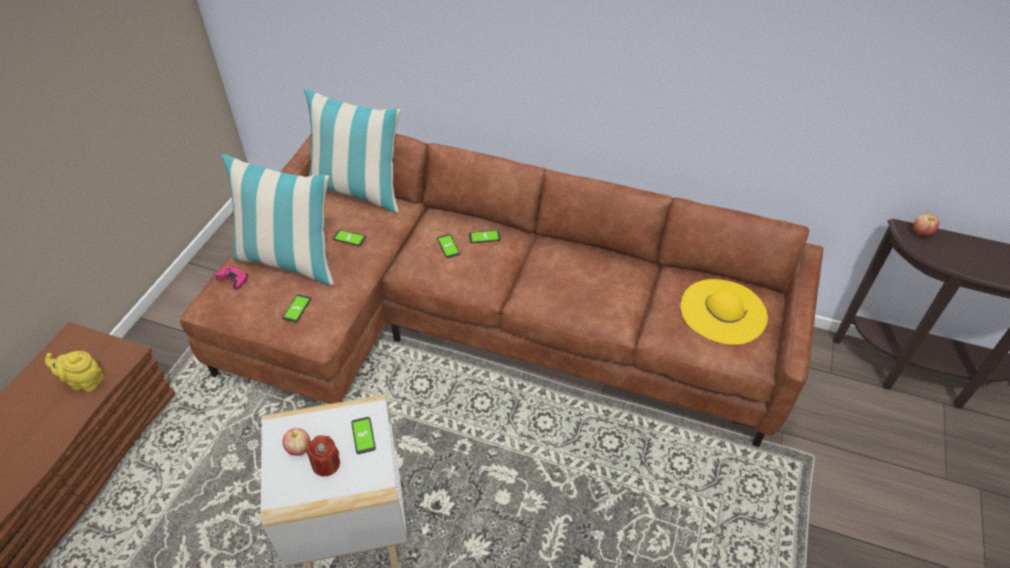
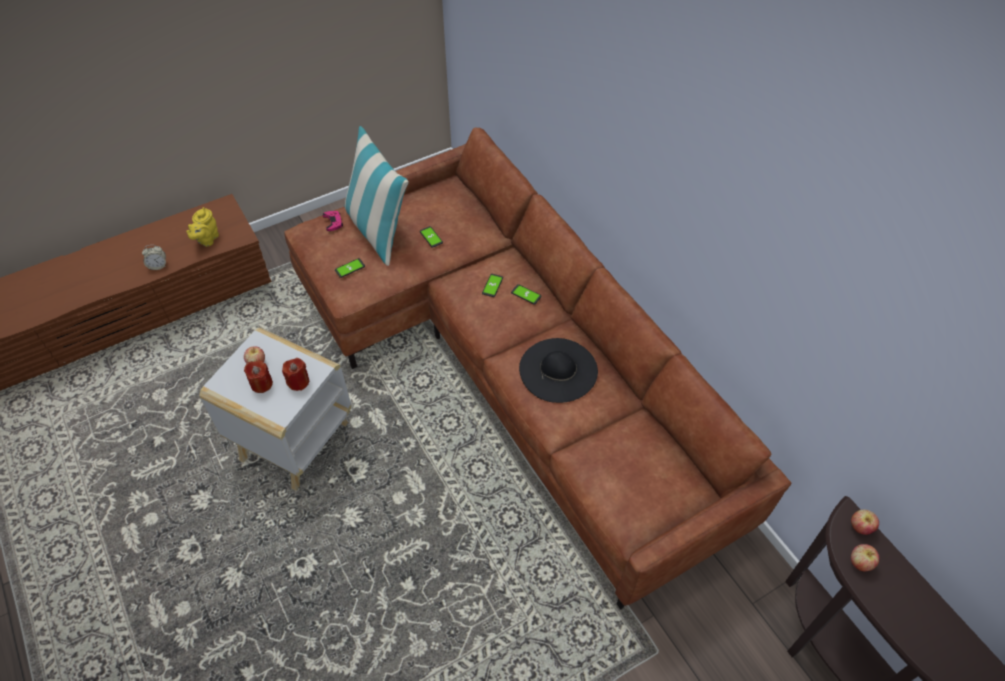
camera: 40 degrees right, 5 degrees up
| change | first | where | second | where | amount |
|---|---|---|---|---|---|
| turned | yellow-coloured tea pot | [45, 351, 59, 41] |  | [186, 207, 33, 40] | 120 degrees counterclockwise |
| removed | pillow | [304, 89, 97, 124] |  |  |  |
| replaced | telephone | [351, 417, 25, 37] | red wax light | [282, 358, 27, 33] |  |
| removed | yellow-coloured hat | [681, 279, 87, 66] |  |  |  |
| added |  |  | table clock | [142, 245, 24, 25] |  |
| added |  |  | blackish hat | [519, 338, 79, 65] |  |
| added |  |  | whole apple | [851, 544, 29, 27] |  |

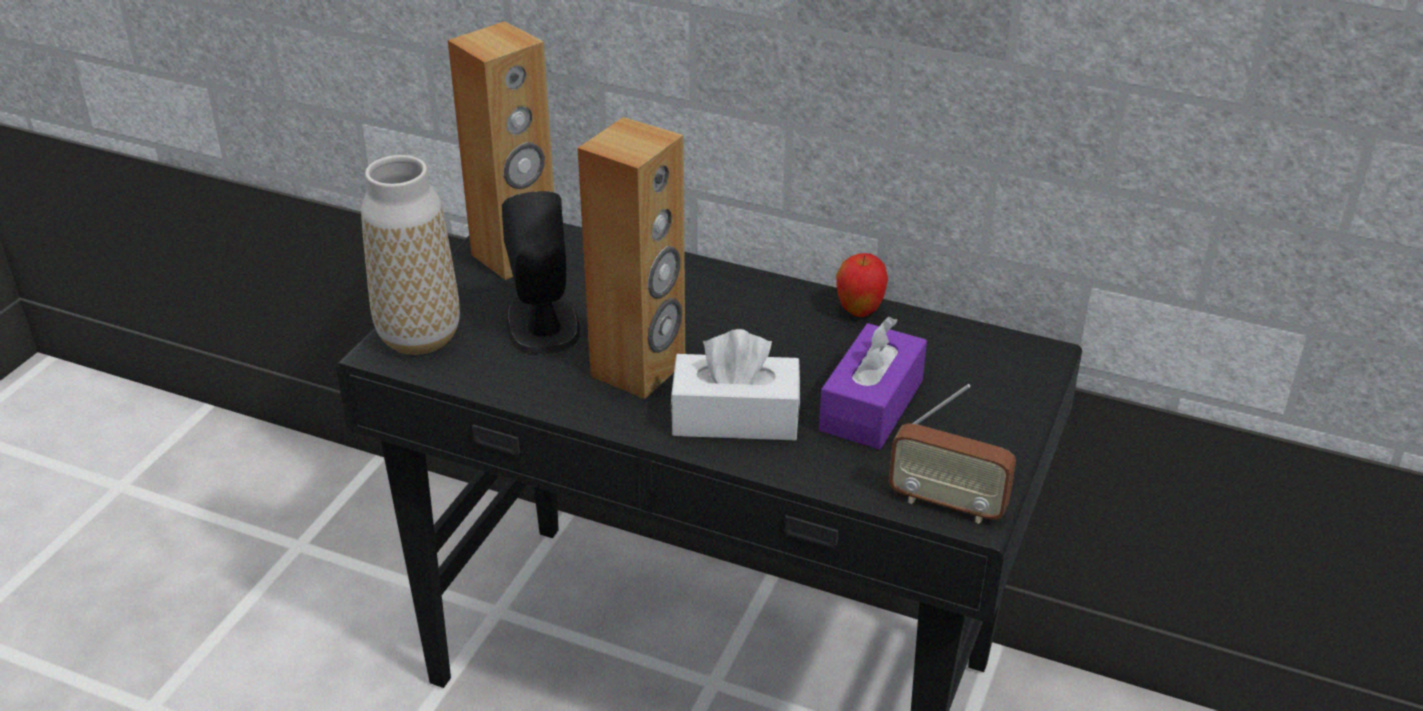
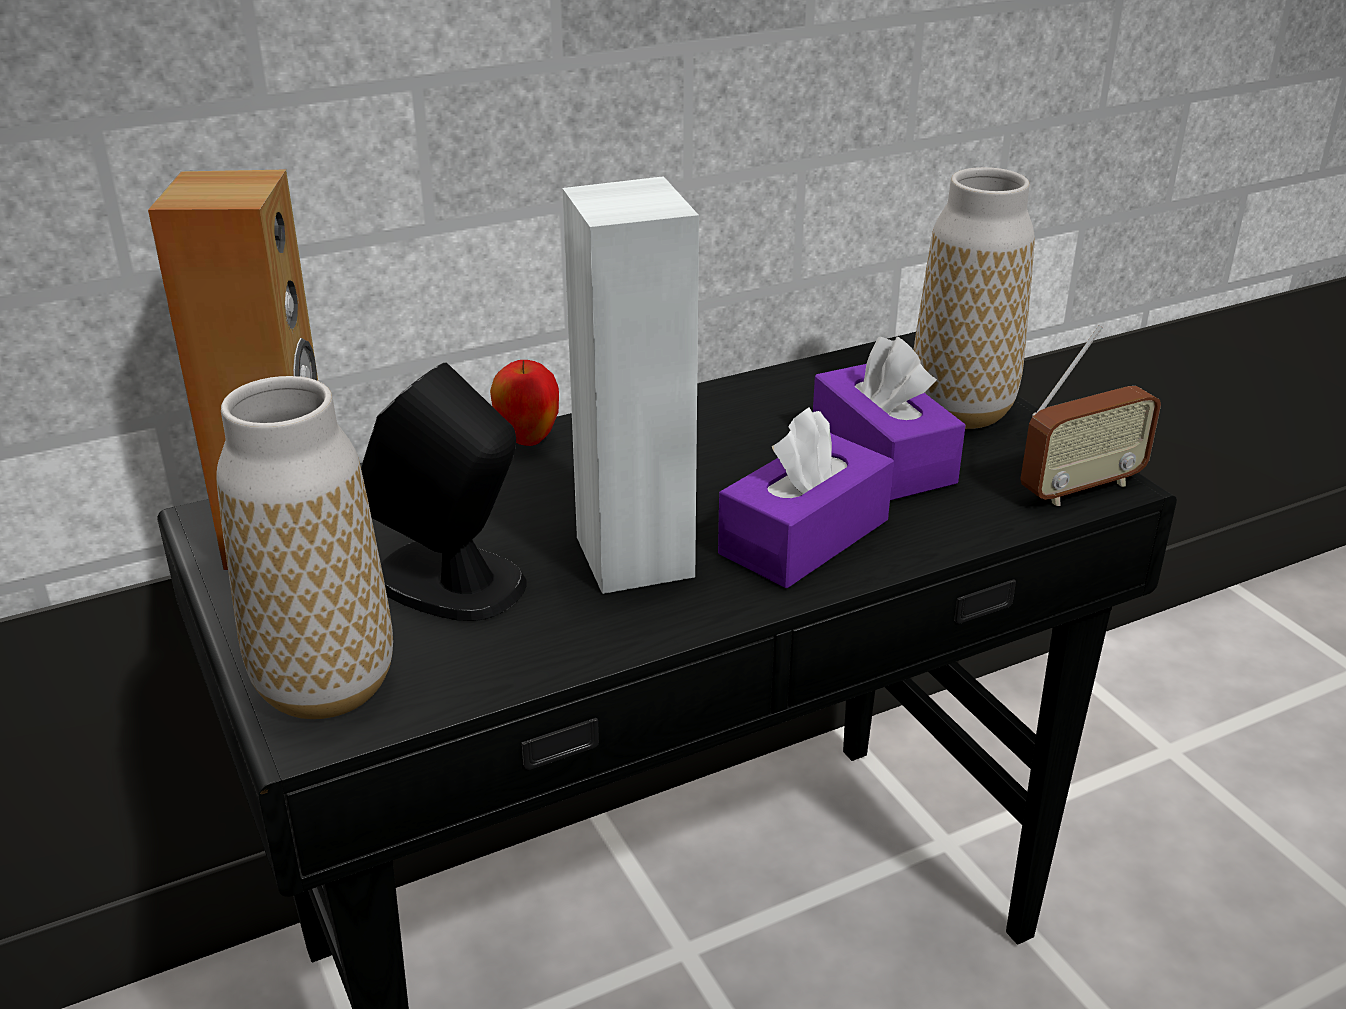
camera: 50 degrees left, 5 degrees down
| change | first | where | second | where | amount |
|---|---|---|---|---|---|
| recoloured | brownish speaker | [578, 117, 107, 282] | whitish speaker | [562, 176, 137, 418] |  |
| recoloured | whitish tissue holder | [670, 329, 130, 111] | purple tissue holder | [718, 407, 176, 181] |  |
| moved | whole apple | [836, 253, 52, 64] |  | [490, 360, 69, 86] |  |
| added |  |  | vase | [913, 167, 122, 262] |  |

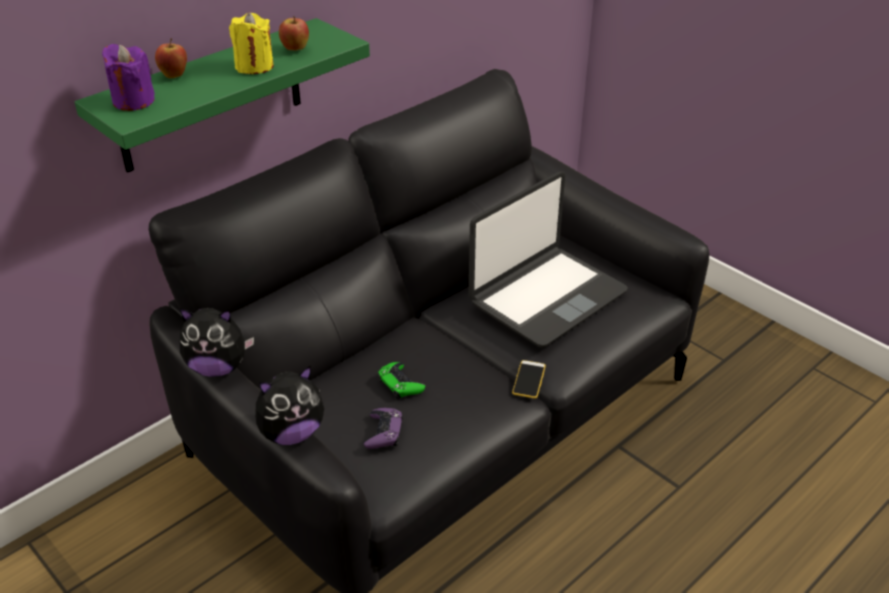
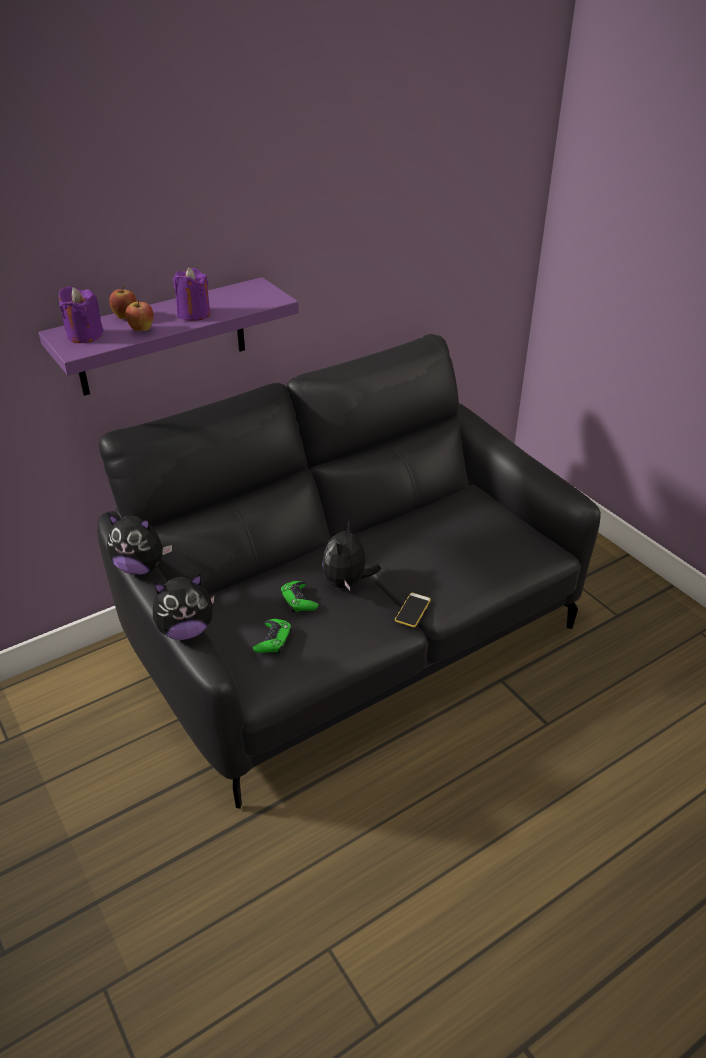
camera: 10 degrees right, 0 degrees up
| change | first | where | second | where | amount |
|---|---|---|---|---|---|
| recoloured | green-coloured wall shelf | [75, 18, 295, 155] | purple wall shelf | [38, 277, 261, 119] |  |
| recoloured | yellow-coloured wax light | [229, 12, 45, 62] | purple wax light | [173, 267, 37, 54] |  |
| moved | whole apple | [279, 16, 30, 35] |  | [125, 300, 29, 31] |  |
| recoloured | purple gamepad | [364, 408, 39, 41] | green-coloured gamepad | [252, 619, 40, 34] |  |
| removed | laptop | [468, 172, 160, 176] |  |  |  |
| added |  |  | cuddly toy | [322, 520, 59, 71] |  |

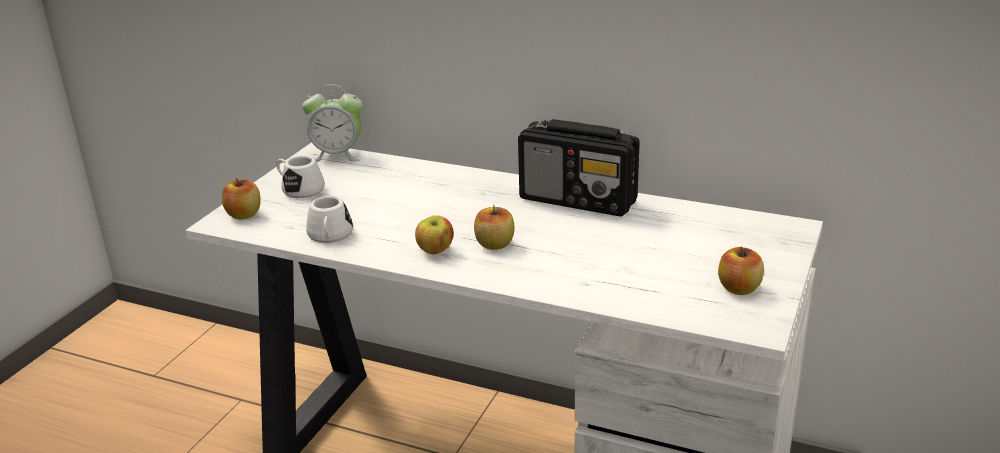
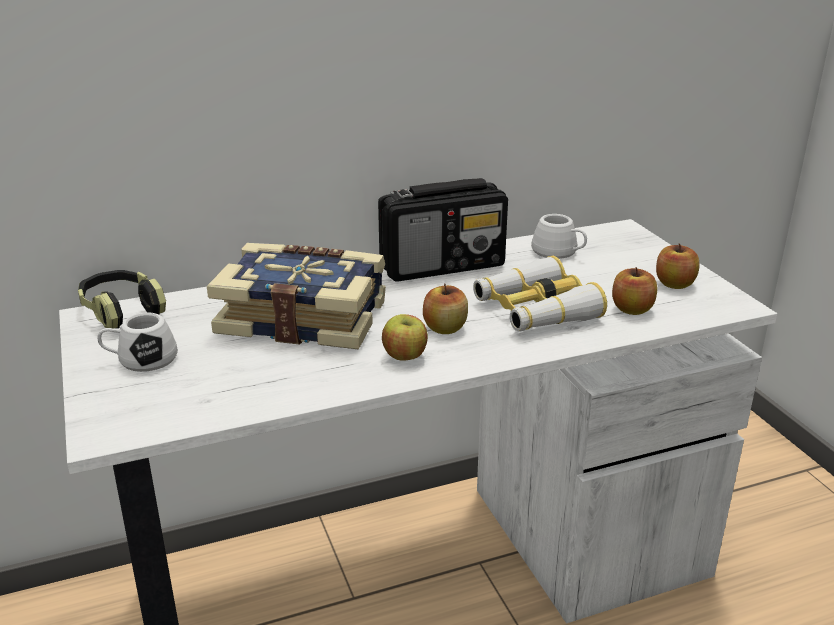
camera: 45 degrees left, 0 degrees up
| change | first | where | second | where | amount |
|---|---|---|---|---|---|
| moved | whole apple | [222, 178, 39, 41] |  | [612, 267, 45, 48] |  |
| replaced | table clock | [302, 84, 61, 77] | headset | [78, 270, 88, 58] |  |
| moved | whitish coffee mug | [306, 196, 47, 47] |  | [531, 214, 56, 45] |  |
| added |  |  | volume | [207, 243, 179, 106] |  |
| added |  |  | field glasses | [473, 256, 134, 75] |  |

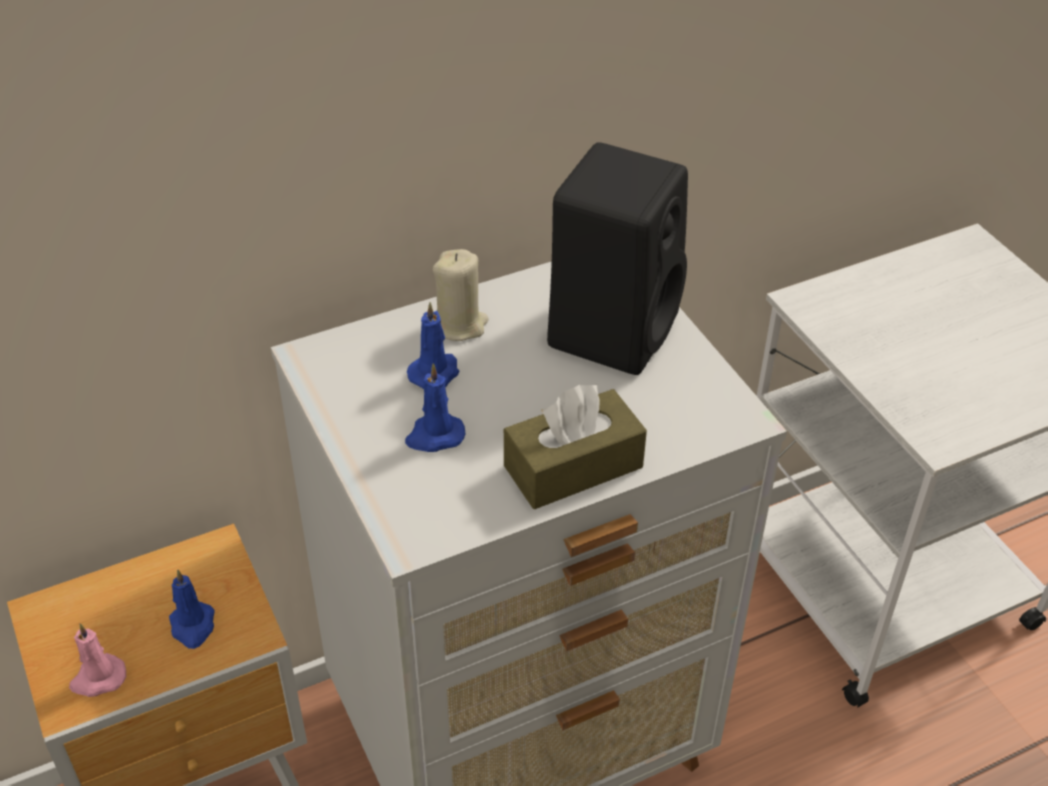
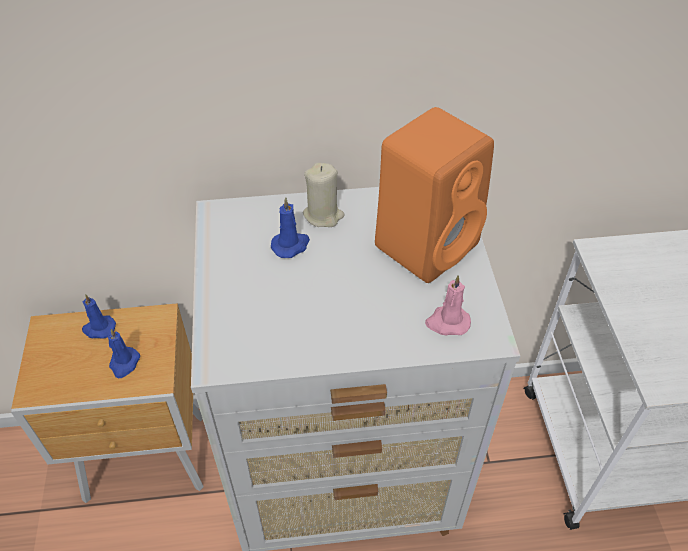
camera: 20 degrees right, 5 degrees up
| change | first | where | second | where | amount |
|---|---|---|---|---|---|
| moved | pink wax light | [69, 623, 57, 74] |  | [425, 275, 46, 60] |  |
| moved | bluish wax light | [405, 363, 60, 89] |  | [82, 294, 34, 45] |  |
| removed | brownish tissue holder | [504, 384, 143, 125] |  |  |  |
| recoloured | blackish speaker | [547, 143, 141, 232] | orange-coloured speaker | [375, 107, 119, 176] |  |

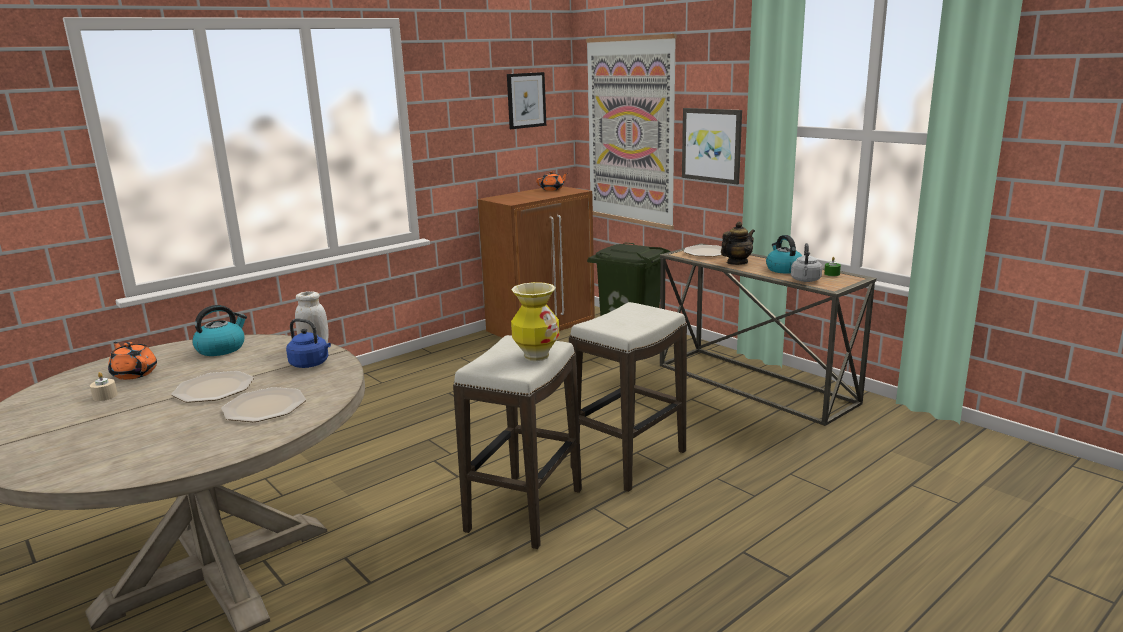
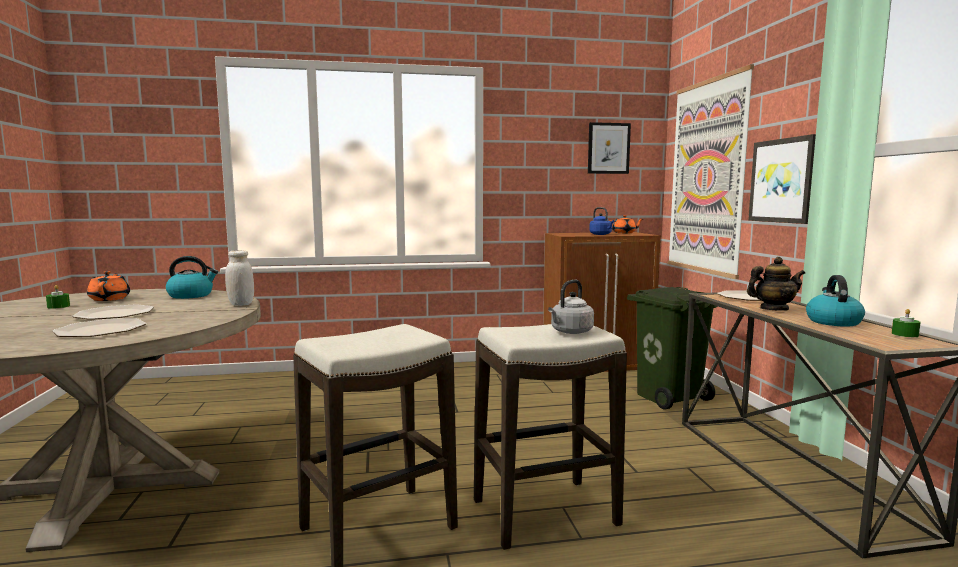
camera: 30 degrees right, 10 degrees down
| change | first | where | second | where | amount |
|---|---|---|---|---|---|
| recoloured | beige wax light | [90, 372, 28, 29] | green-coloured wax light | [46, 285, 24, 24] |  |
| moved | bluish tea kettle | [286, 319, 45, 49] |  | [589, 207, 25, 28] |  |
| removed | vase | [511, 282, 48, 79] |  |  |  |
| moved | grey tea kettle | [791, 243, 31, 39] |  | [548, 280, 46, 54] |  |

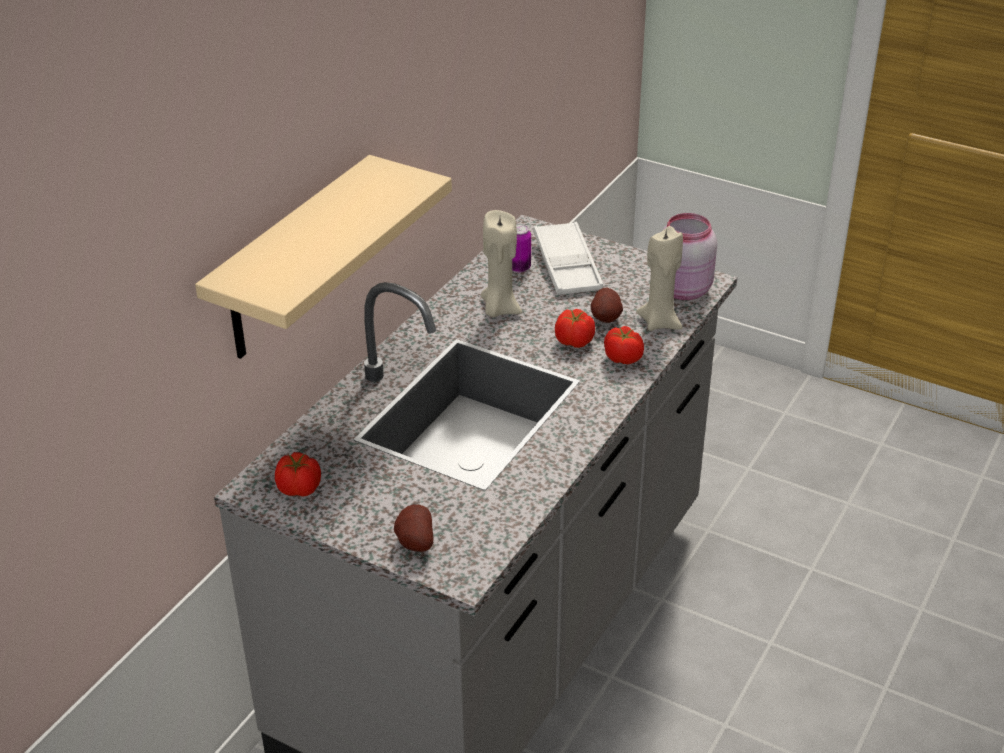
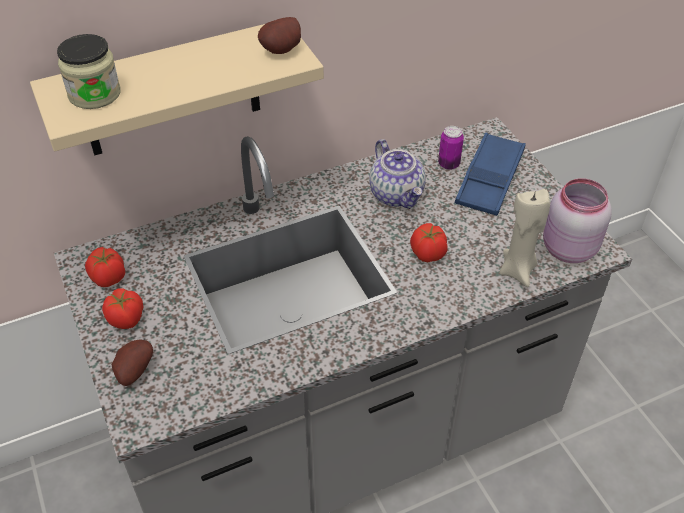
camera: 35 degrees right, 10 degrees up
| change | first | where | second | where | amount |
|---|---|---|---|---|---|
| replaced | beige wax light | [481, 210, 41, 107] | tea pot | [369, 139, 57, 70] |  |
| recoloured | whitish carrying tray | [534, 222, 69, 73] | bluish carrying tray | [455, 133, 71, 83] |  |
| moved | potato | [591, 288, 32, 35] |  | [258, 17, 43, 37] |  |
| moved | fresh tomato | [604, 326, 40, 38] |  | [102, 288, 41, 41] |  |
| added |  |  | preserve jar | [57, 34, 64, 75] |  |

